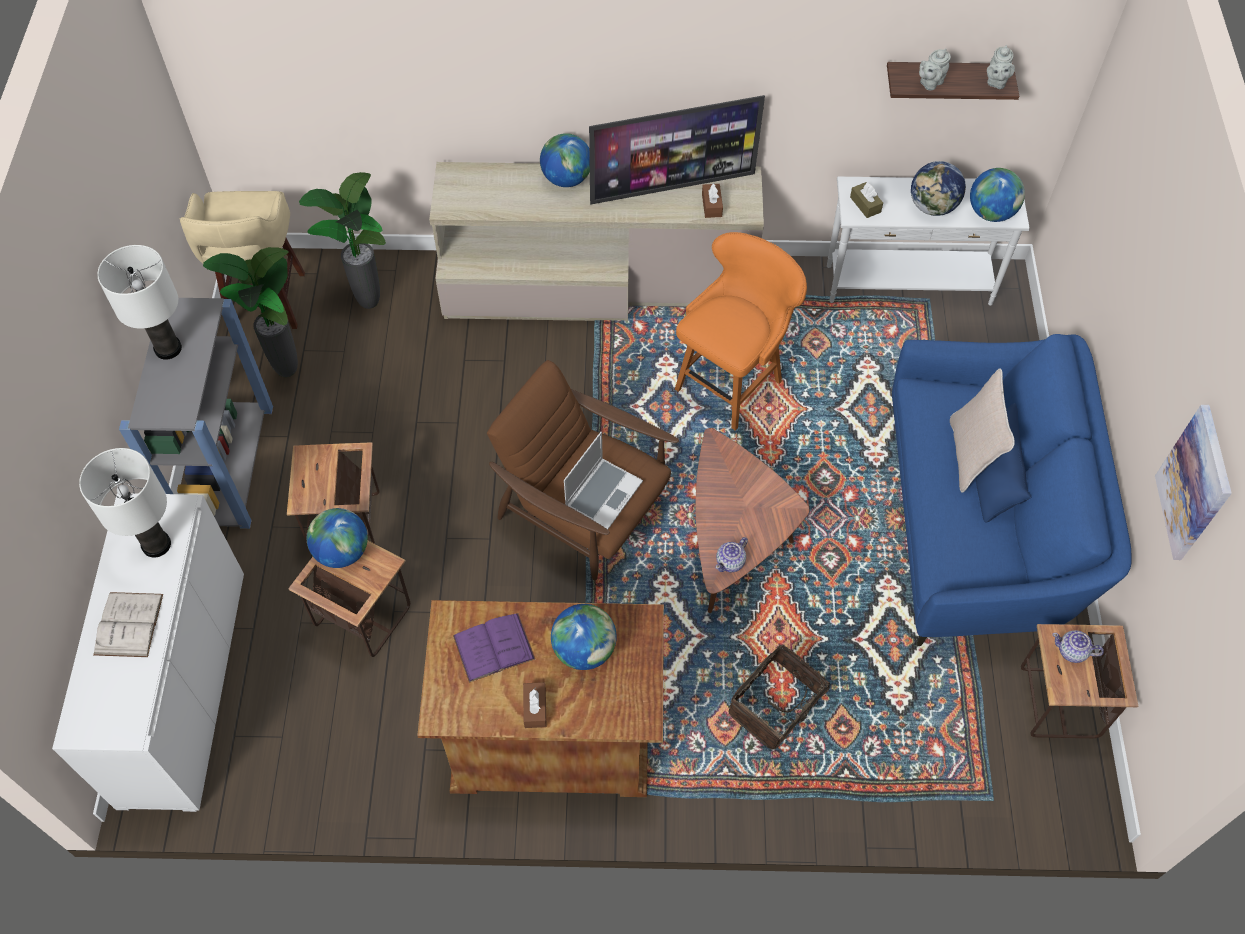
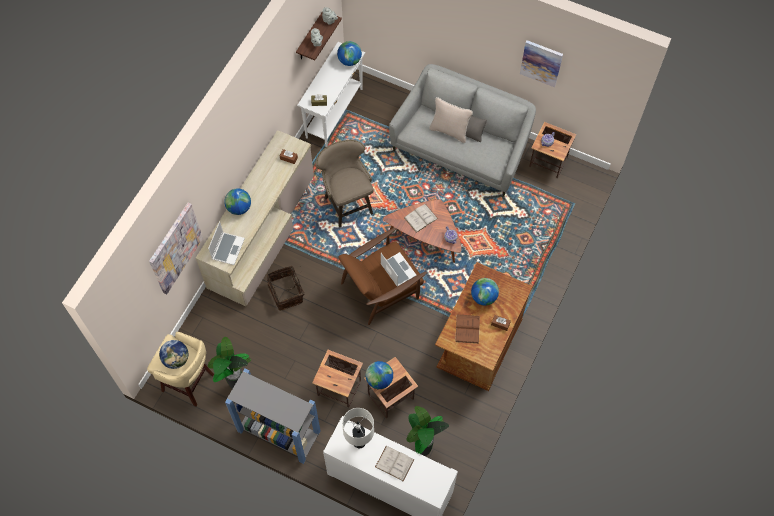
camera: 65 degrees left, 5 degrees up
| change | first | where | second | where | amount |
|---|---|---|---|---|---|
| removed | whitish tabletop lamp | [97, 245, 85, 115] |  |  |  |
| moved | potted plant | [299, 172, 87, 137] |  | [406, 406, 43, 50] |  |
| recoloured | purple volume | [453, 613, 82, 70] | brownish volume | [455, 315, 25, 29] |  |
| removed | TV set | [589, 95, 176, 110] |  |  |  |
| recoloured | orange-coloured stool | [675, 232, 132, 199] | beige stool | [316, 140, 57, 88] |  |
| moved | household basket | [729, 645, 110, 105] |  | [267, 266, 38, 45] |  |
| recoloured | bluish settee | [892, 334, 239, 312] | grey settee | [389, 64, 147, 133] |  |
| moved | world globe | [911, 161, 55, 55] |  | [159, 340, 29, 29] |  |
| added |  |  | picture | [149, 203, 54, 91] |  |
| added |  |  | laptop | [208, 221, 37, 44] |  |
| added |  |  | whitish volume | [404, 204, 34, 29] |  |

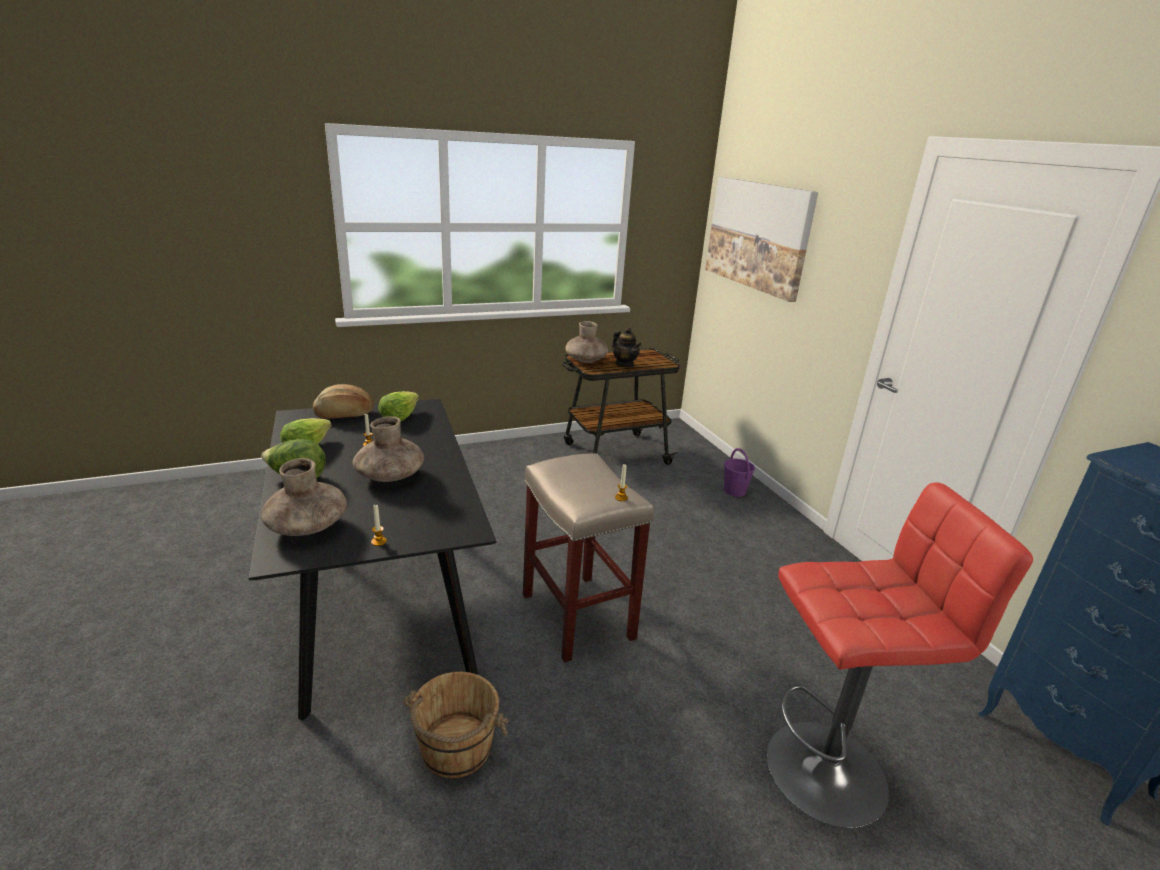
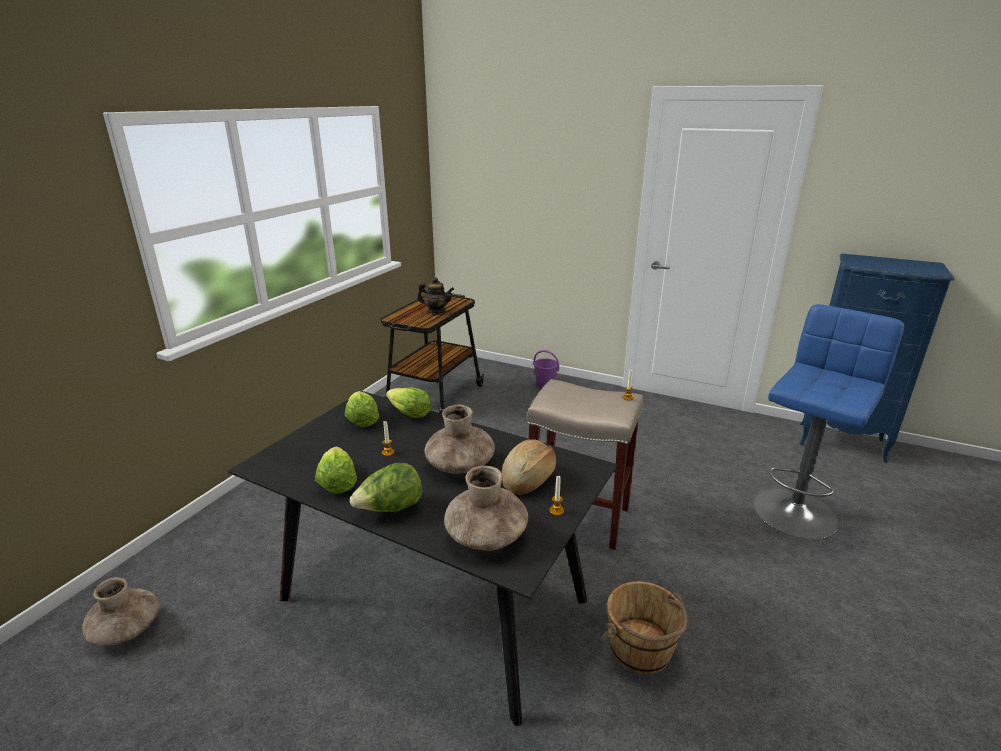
camera: 40 degrees left, 0 degrees up
| change | first | where | second | where | amount |
|---|---|---|---|---|---|
| moved | bread | [313, 384, 61, 35] |  | [502, 439, 54, 56] |  |
| moved | brownish vase | [565, 321, 43, 42] |  | [82, 577, 77, 69] |  |
| removed | picture | [705, 177, 113, 125] |  |  |  |
| recoloured | red stool | [767, 482, 266, 346] | bluish stool | [754, 304, 150, 235] |  |
| added |  |  | lettuce | [386, 388, 45, 30] |  |

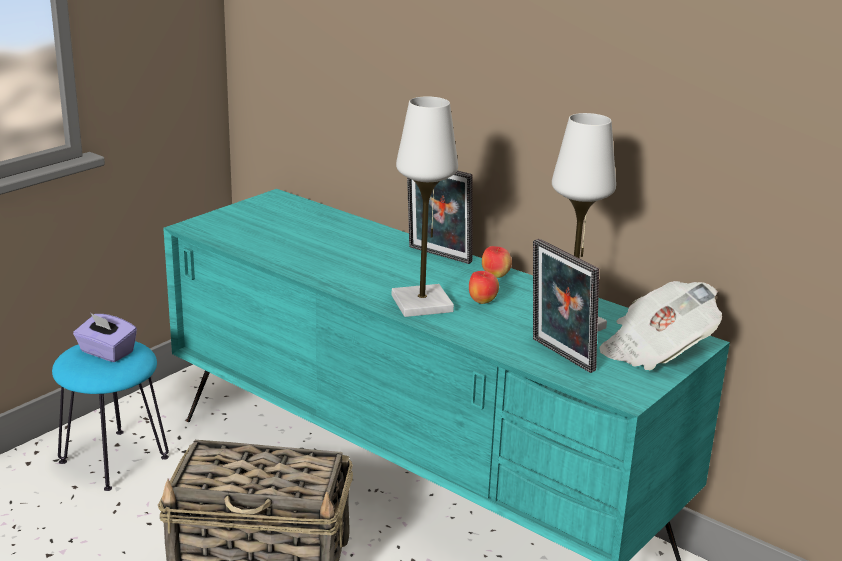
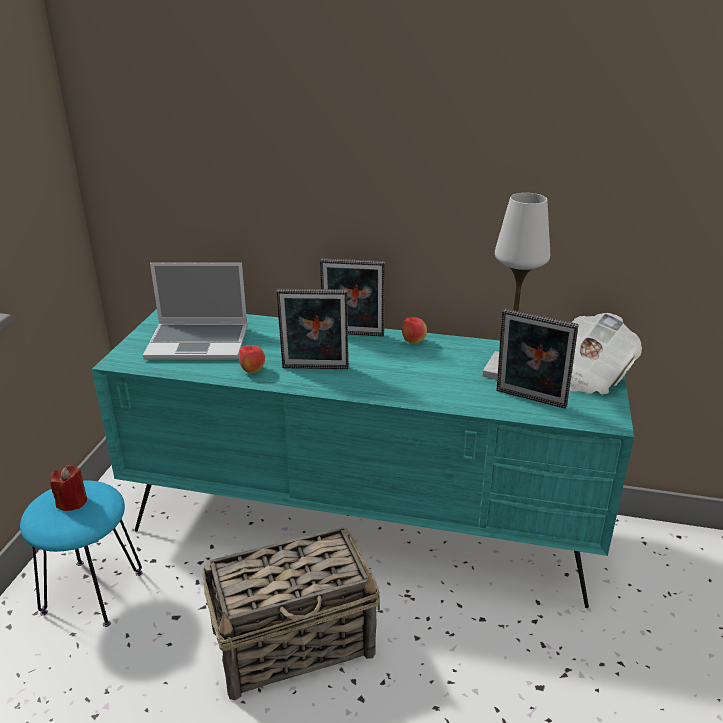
camera: 25 degrees left, 5 degrees up
| change | first | where | second | where | amount |
|---|---|---|---|---|---|
| replaced | purple tissue holder | [73, 313, 64, 49] | red wax light | [50, 465, 37, 46] |  |
| removed | whitish tabletop lamp | [392, 96, 66, 221] |  |  |  |
| moved | whole apple | [469, 271, 30, 33] |  | [239, 345, 26, 28] |  |
| added |  |  | laptop | [143, 263, 105, 97] |  |
| added |  |  | standing frame | [276, 289, 73, 80] |  |

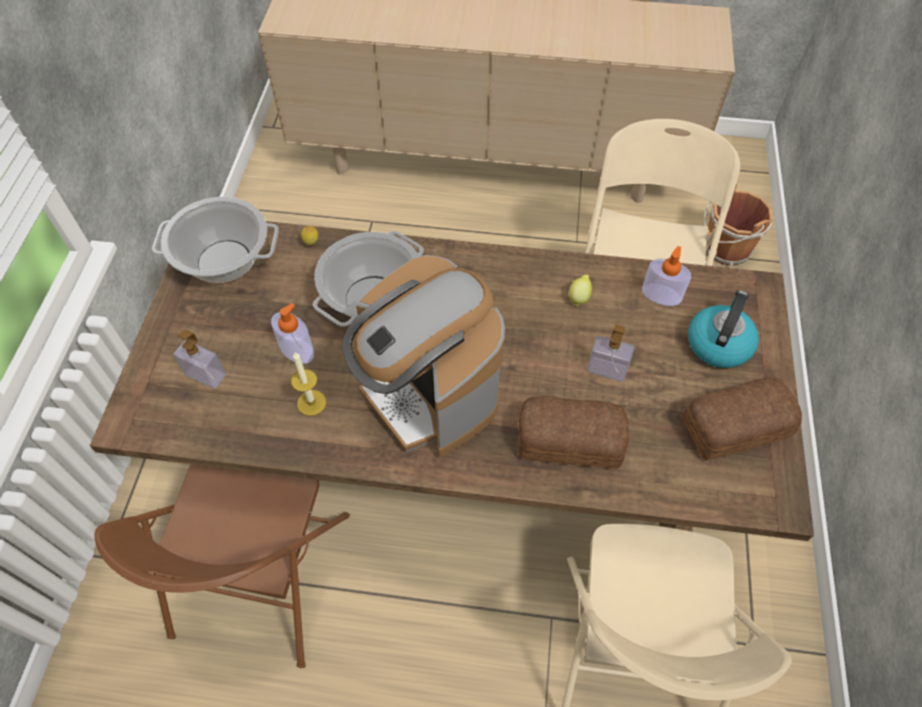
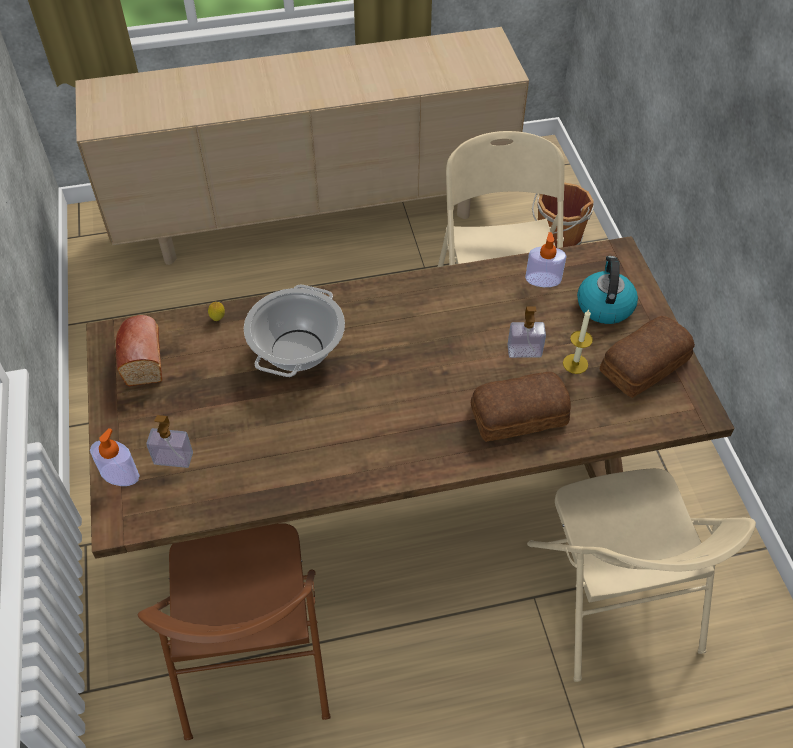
camera: 20 degrees left, 5 degrees down
| change | first | where | second | where | amount |
|---|---|---|---|---|---|
| replaced | saucepot | [152, 197, 127, 86] | bread | [116, 315, 46, 71] |  |
| moved | soap dispenser | [271, 303, 43, 61] |  | [90, 428, 50, 58] |  |
| moved | wax light | [291, 352, 35, 64] |  | [563, 310, 30, 64] |  |
| removed | coffee machine | [343, 255, 162, 202] |  |  |  |
| removed | citrus fruit | [569, 274, 23, 32] |  |  |  |

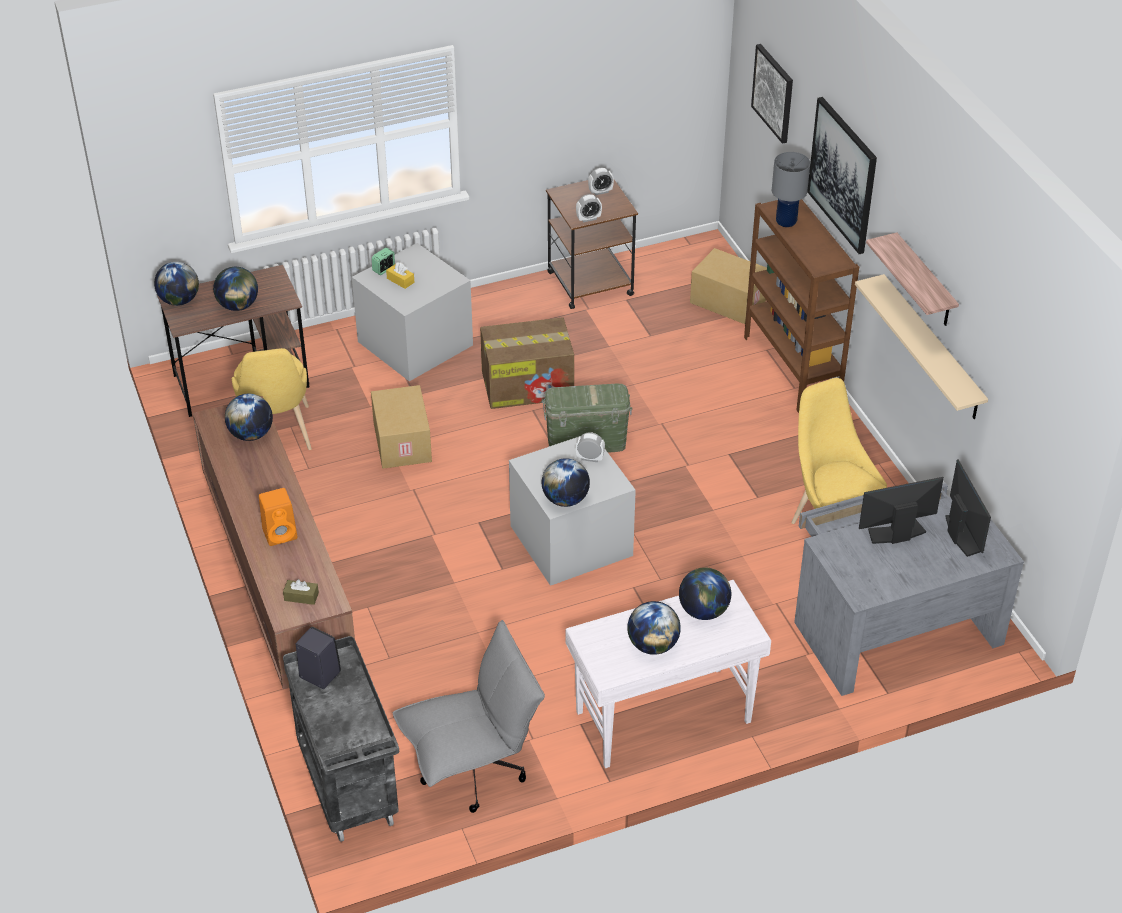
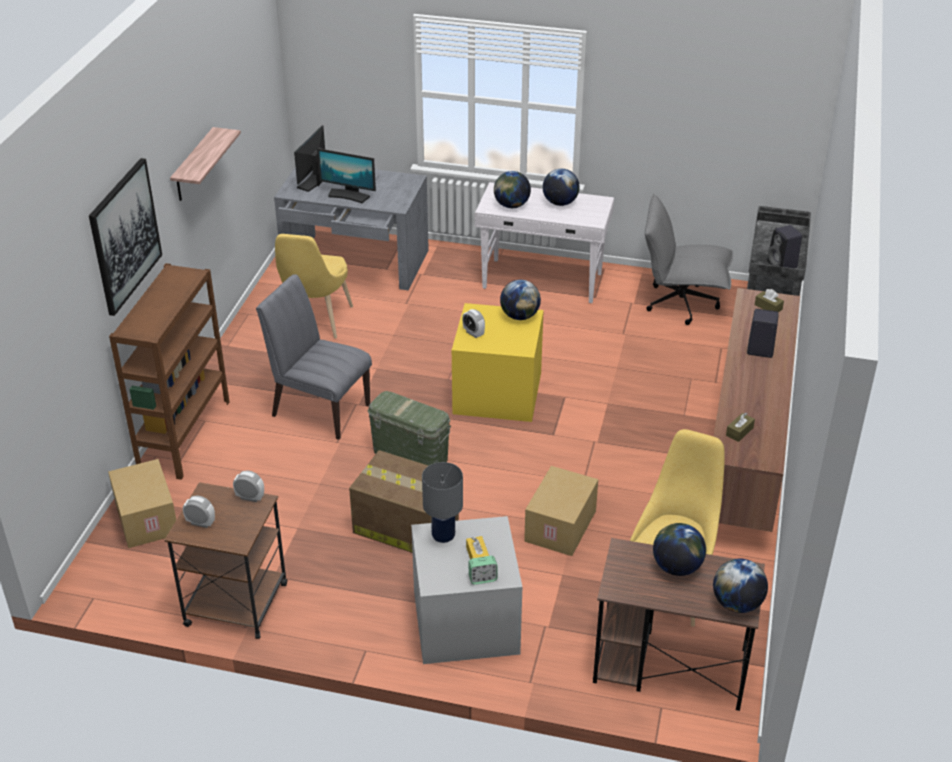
camera: 145 degrees left, 5 degrees down
| change | first | where | second | where | amount |
|---|---|---|---|---|---|
| replaced | world globe | [225, 394, 48, 47] | brownish tissue holder | [726, 413, 29, 29] |  |
| recoloured | orange-coloured speaker | [259, 488, 38, 58] | blackish speaker | [747, 309, 32, 49] |  |
| recoloured | grey storage container | [509, 432, 127, 154] | yellow-coloured storage container | [452, 303, 92, 119] |  |
| removed | picture | [751, 44, 42, 100] |  |  |  |
| moved | grey tabletop lamp | [772, 152, 38, 75] |  | [422, 462, 41, 81] |  |
| removed | beige wall shelf | [855, 274, 133, 145] |  |  |  |
| added |  |  | grey plain chair | [256, 275, 116, 165] |  |

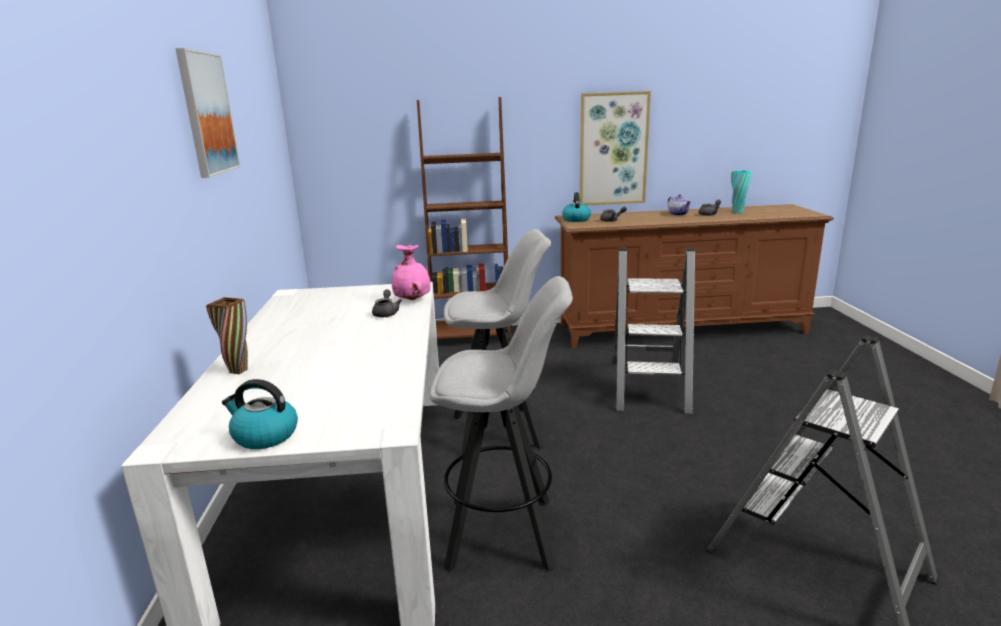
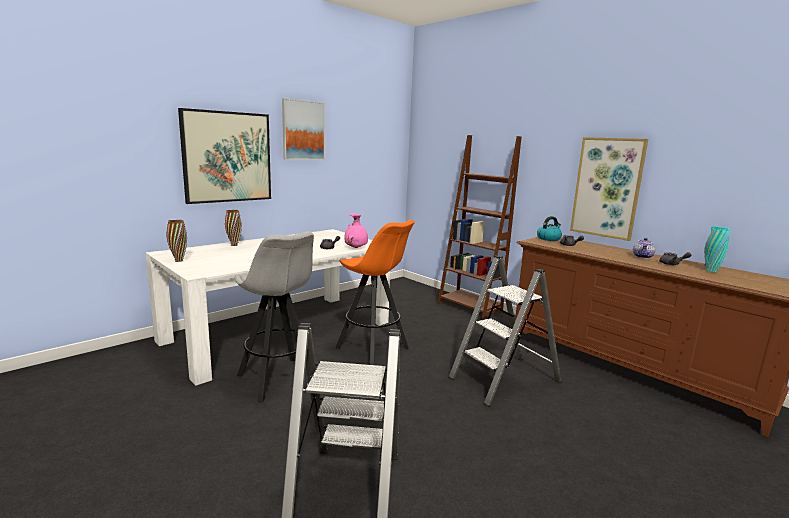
camera: 50 degrees right, 5 degrees down
| change | first | where | second | where | amount |
|---|---|---|---|---|---|
| replaced | tea kettle | [222, 379, 76, 70] | brownish vase | [167, 220, 20, 42] |  |
| recoloured | grey stool | [444, 229, 107, 227] | orange-coloured stool | [335, 219, 80, 146] |  |
| added |  |  | picture | [178, 108, 93, 96] |  |

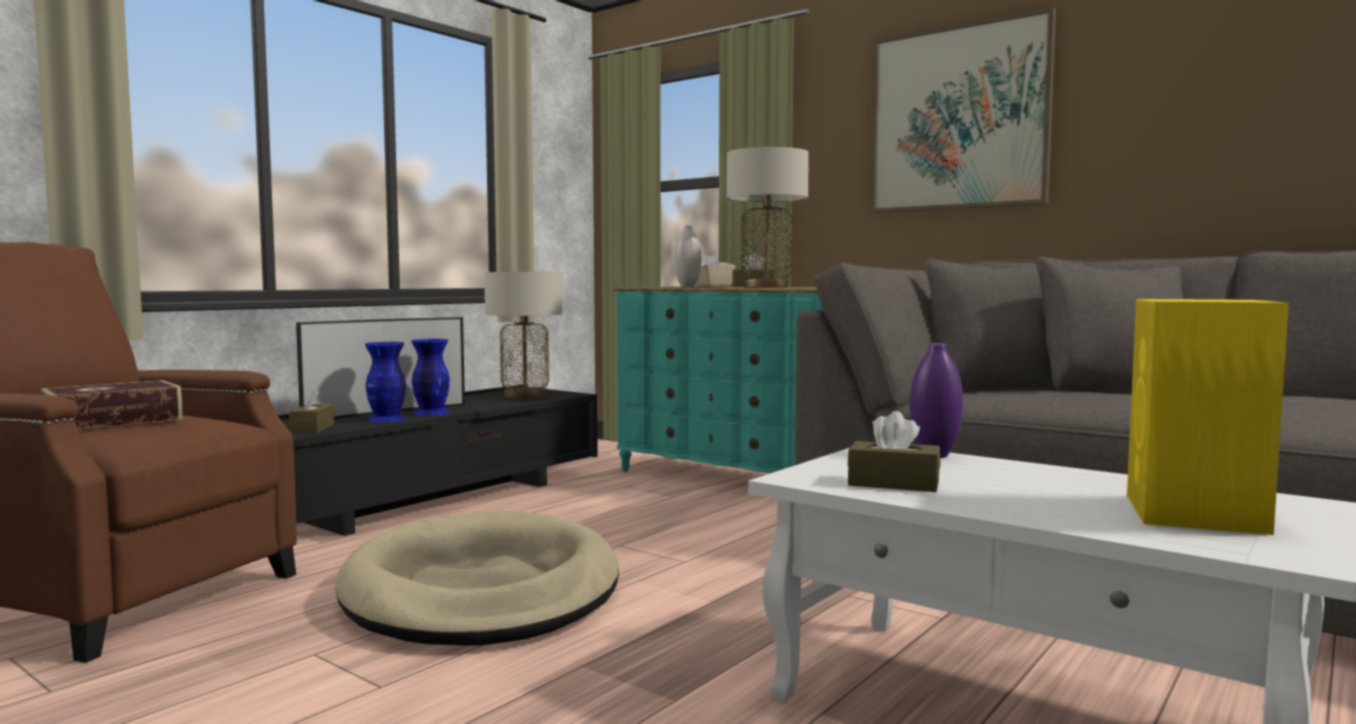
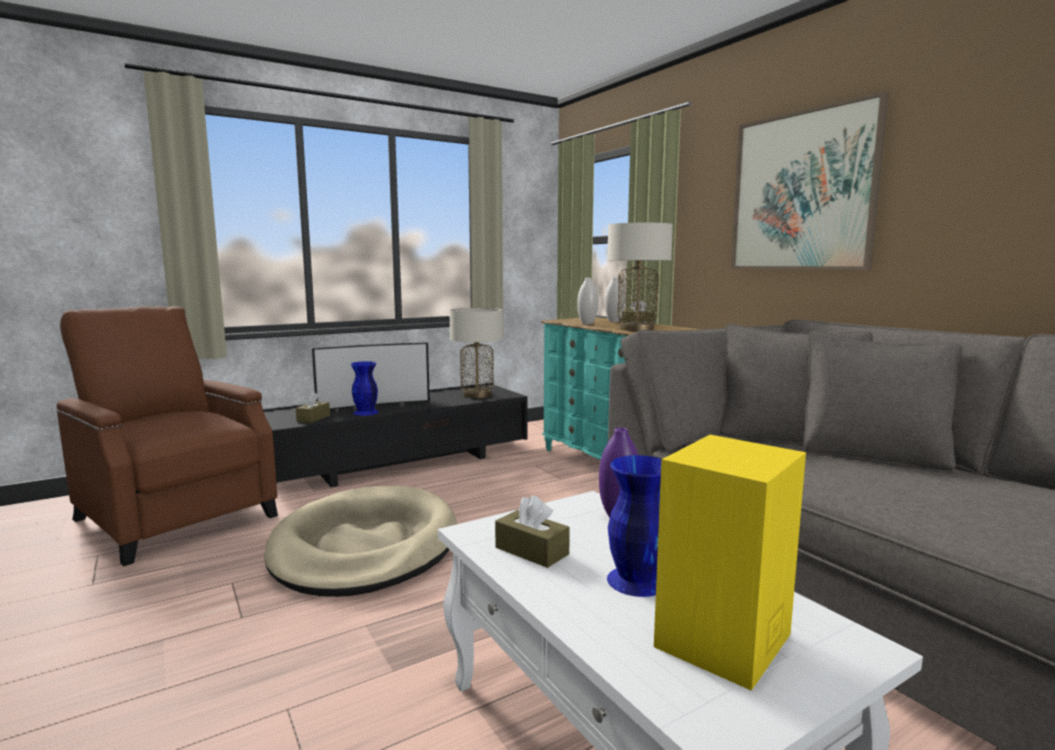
camera: 20 degrees right, 5 degrees up
| change | first | where | second | where | amount |
|---|---|---|---|---|---|
| removed | volume | [41, 380, 141, 49] |  |  |  |
| moved | bluish vase | [411, 339, 39, 77] |  | [607, 455, 54, 142] |  |
| replaced | beige tissue holder | [696, 255, 39, 32] | whitish vase | [605, 277, 20, 45] |  |

